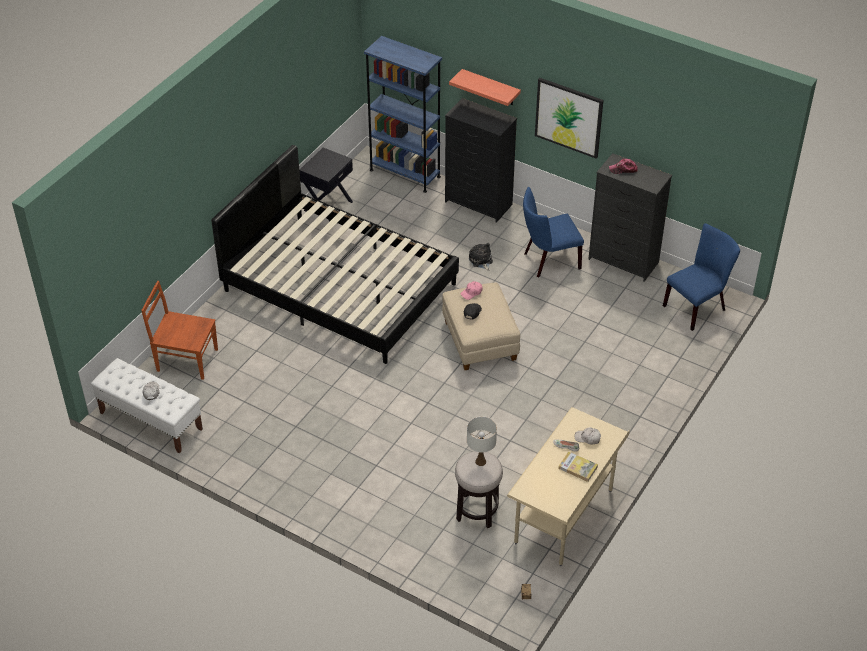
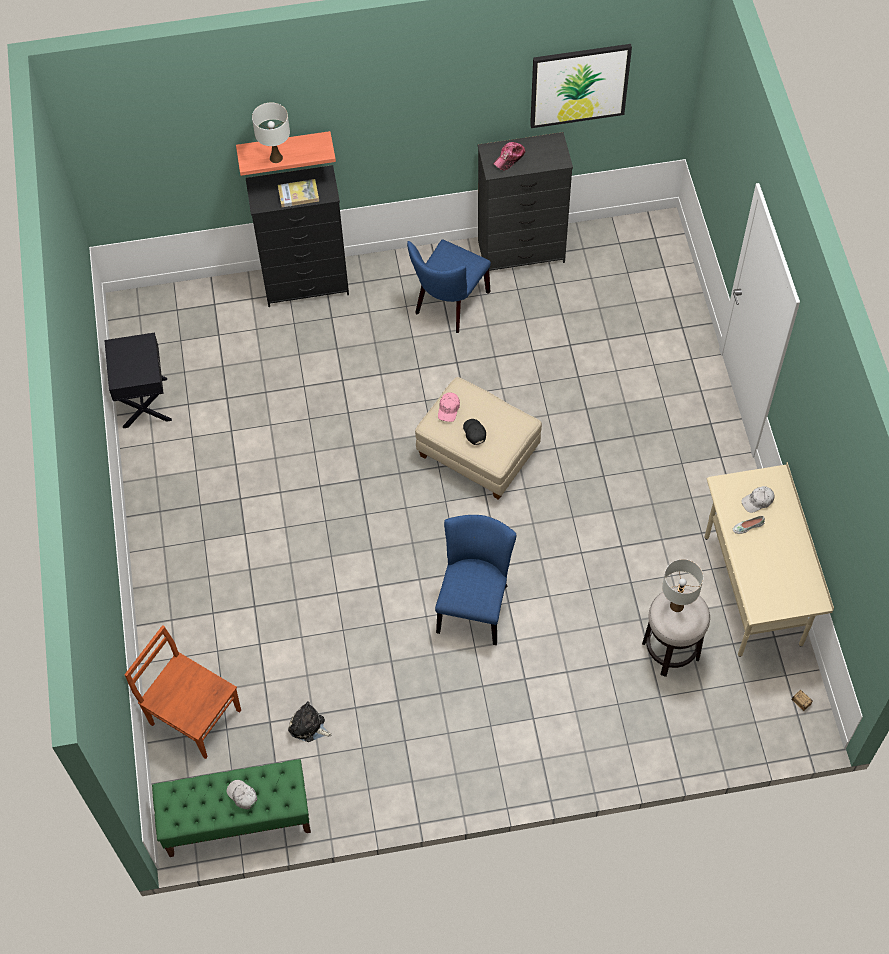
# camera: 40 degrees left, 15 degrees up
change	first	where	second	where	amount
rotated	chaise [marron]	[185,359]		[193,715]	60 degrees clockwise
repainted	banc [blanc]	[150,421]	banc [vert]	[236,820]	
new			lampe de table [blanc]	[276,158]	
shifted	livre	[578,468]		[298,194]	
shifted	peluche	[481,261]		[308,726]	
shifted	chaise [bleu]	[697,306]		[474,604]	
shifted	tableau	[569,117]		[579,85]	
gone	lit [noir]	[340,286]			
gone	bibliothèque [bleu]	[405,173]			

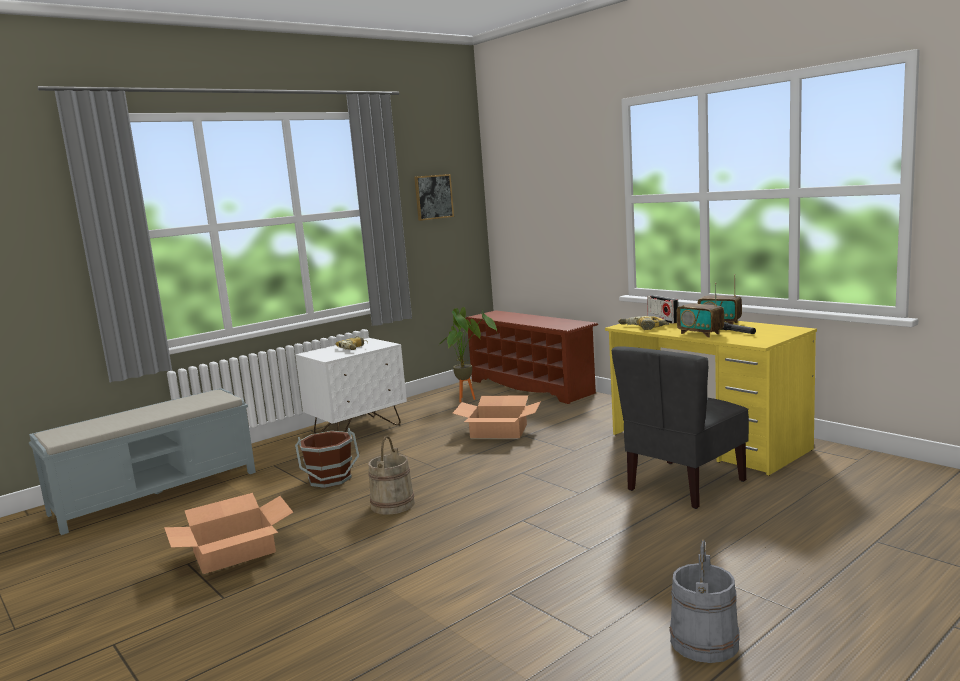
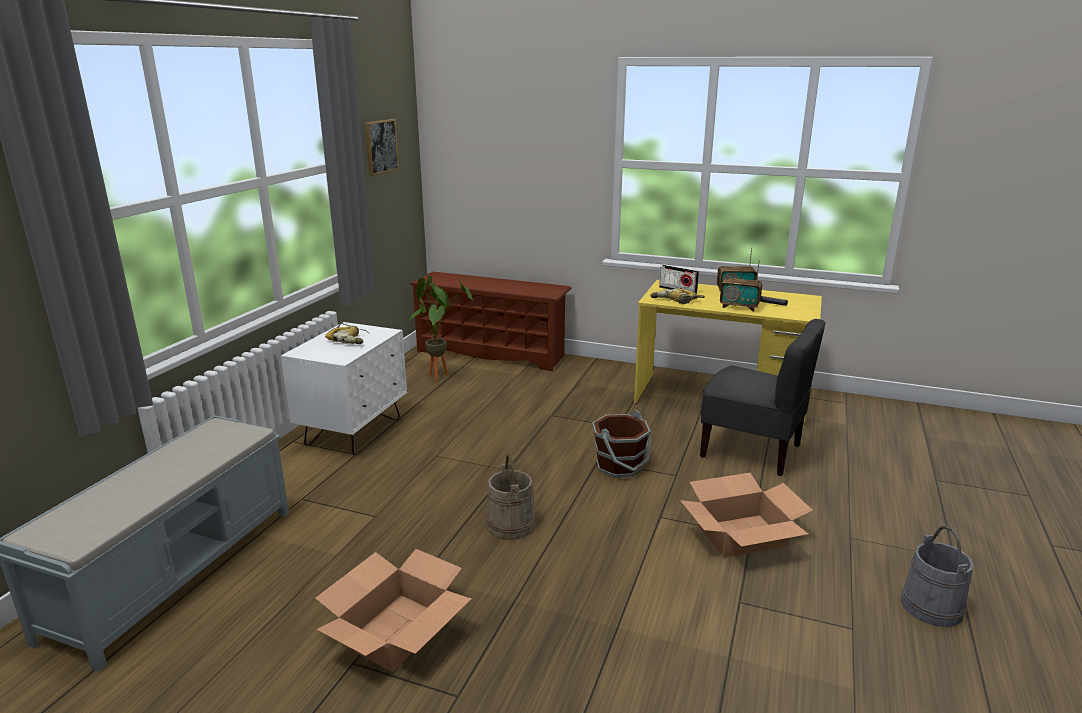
# camera: 30 degrees left, 10 degrees up
change	first	where	second	where	amount
shifted	seau [marron]	[330,479]		[620,466]	
shifted	carton	[499,431]		[742,535]	
rotated	chaise [gris]	[684,485]		[751,450]	75 degrees counterclockwise

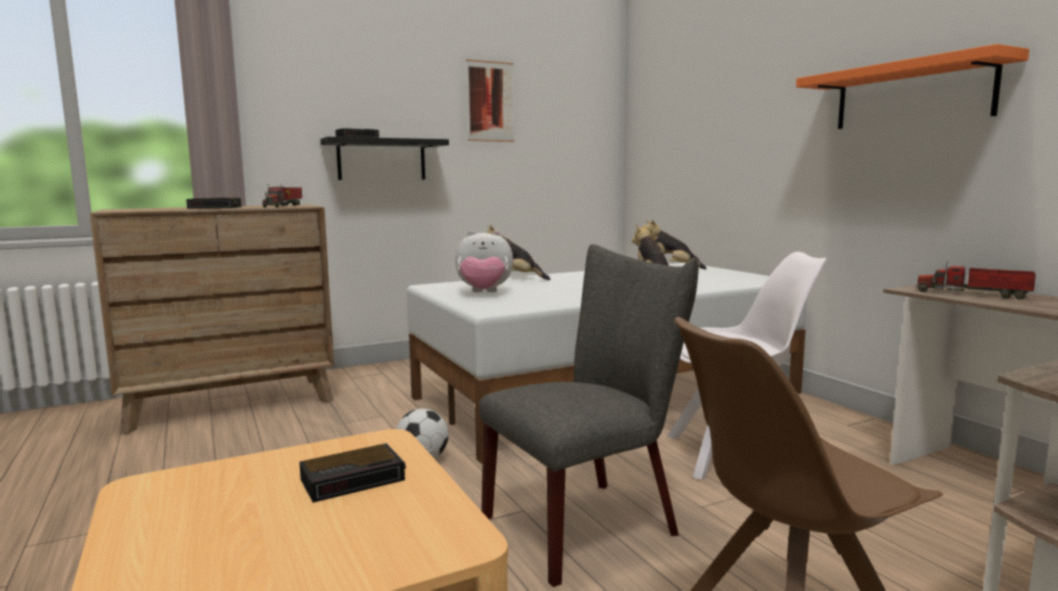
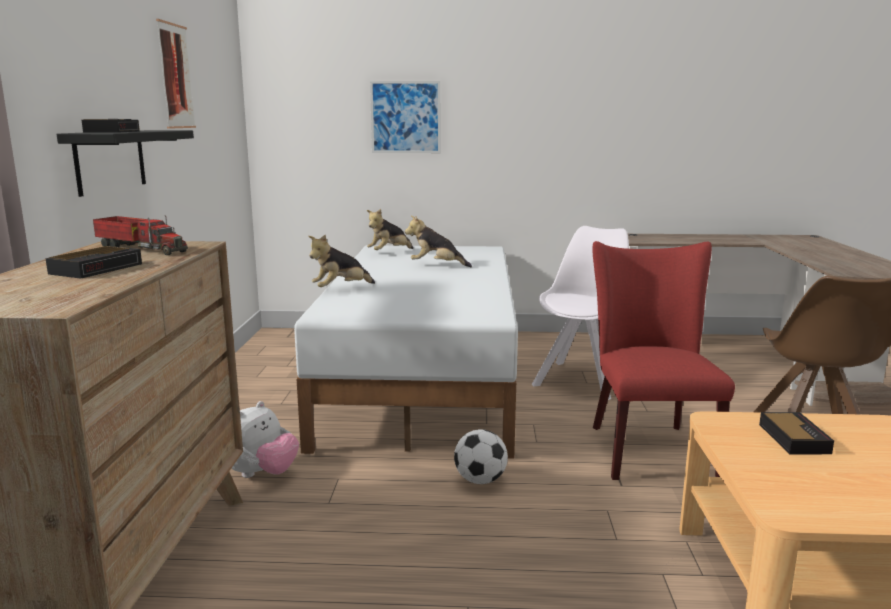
# camera: 60 degrees left, 5 degrees up
change	first	where	second	where	amount
shifted	peluche	[484,293]		[261,474]	
new			tableau	[405,117]	
repainted	chaise [gris]	[590,523]	chaise [rouge]	[647,447]	
gone	étagère [orange]	[911,95]			
gone	camion jouet	[975,294]			

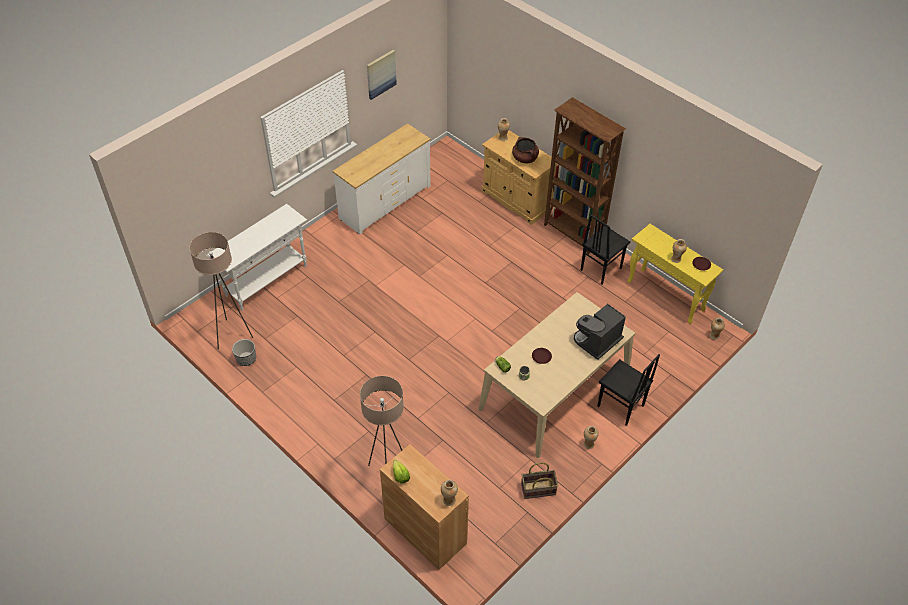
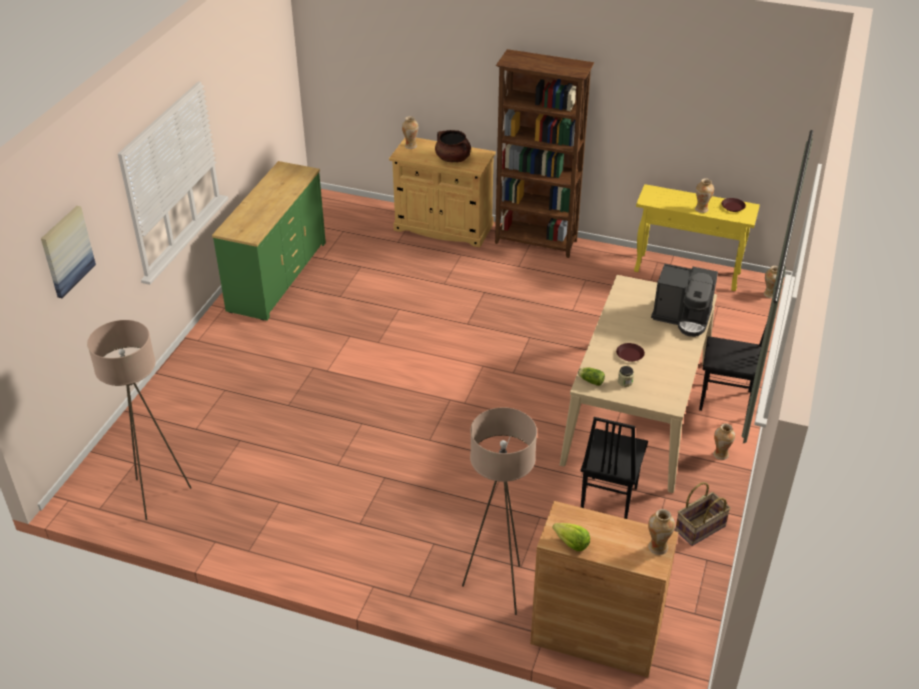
# camera: 25 degrees left, 10 degrees down
change	first	where	second	where	amount
shifted	tableau	[381,74]		[67,251]	
repainted	commode [blanc]	[385,202]	commode [vert]	[277,276]	
shifted	chaise [noir]	[600,269]		[607,500]	
rotated	machine à café	[597,342]		[682,317]	90 degrees counterclockwise
gone	table console [blanc]	[267,281]			
gone	cache-pot	[246,359]			

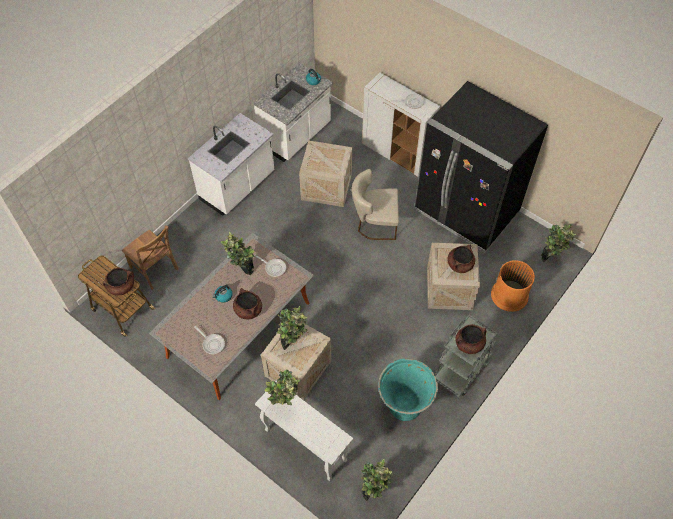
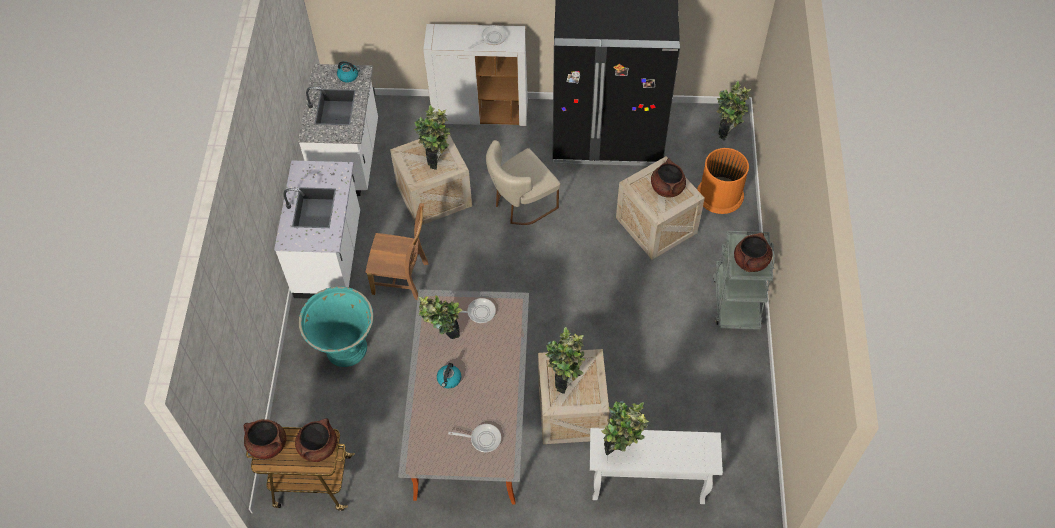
# camera: 35 degrees left, 0 degrees up
change	first	where	second	where	amount
shifted	marmite [marron]	[248,310]		[267,445]	
shifted	cache-pot [turquoise]	[404,405]		[345,349]	
shifted	chaise [marron]	[155,269]		[403,279]	
shifted	plante en pot	[374,490]		[436,158]	

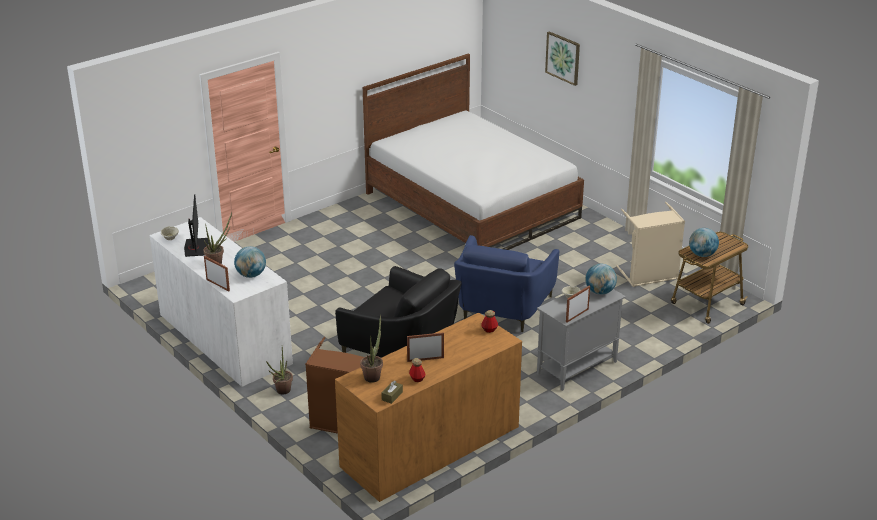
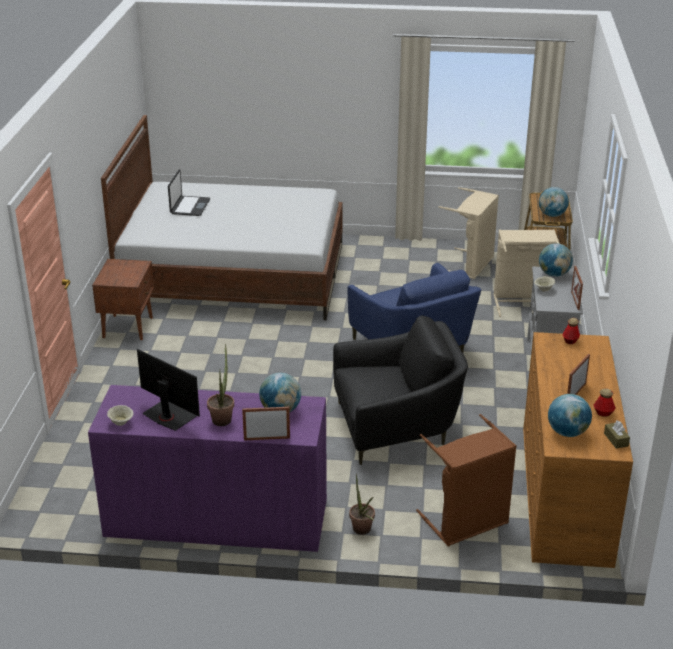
# camera: 45 degrees left, 0 degrees up
change	first	where	second	where	amount
repainted	commode [blanc]	[224,338]	commode [violet]	[216,517]	
new			table de chevet [marron]	[128,327]	
new			ordinateur portable	[189,207]	
new			panier à linge [beige]	[522,302]	
swapped	plante en pot	[373,375]	globe	[567,432]	
gone	tableau	[563,58]			

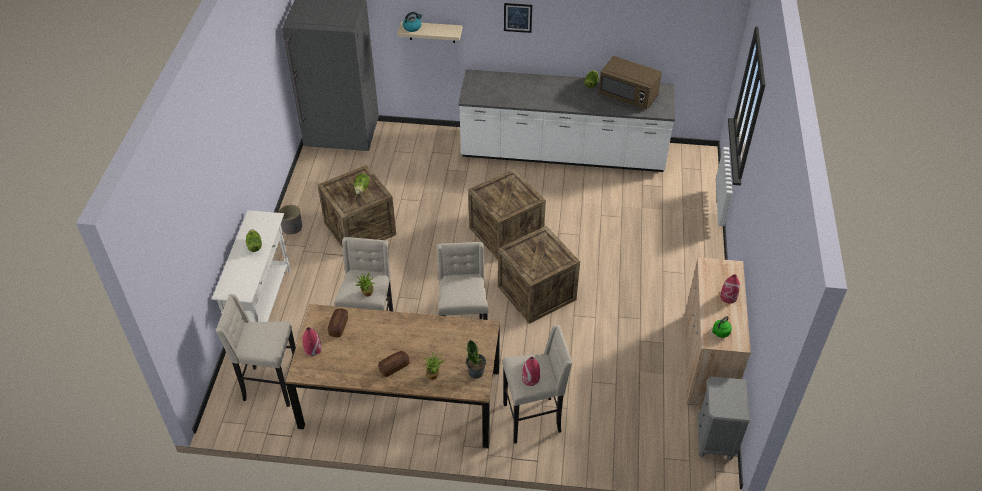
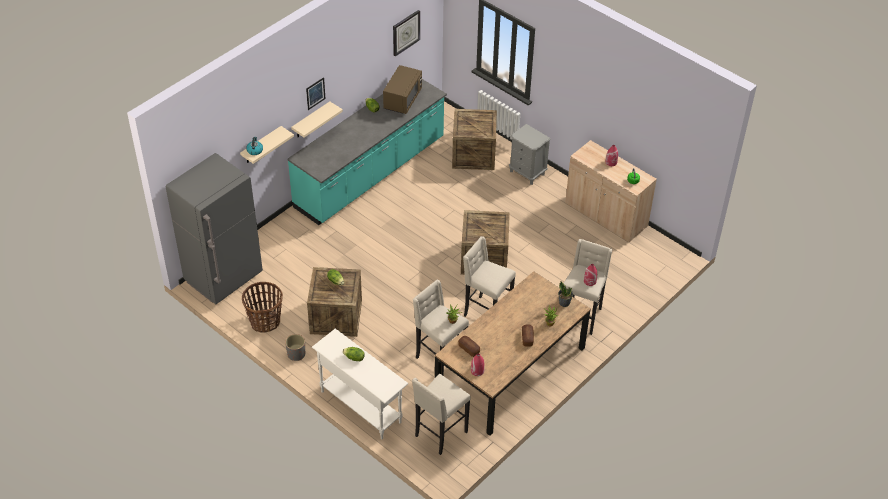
# camera: 55 degrees left, 0 degrees up
change	first	where	second	where	amount
new			panier	[265,321]	
repainted	comptoir de cuisine [blanc]	[563,153]	comptoir de cuisine [turquoise]	[370,173]	
new			étagère [beige]	[311,120]	
rotated	micro-ondes [marron]	[628,96]		[402,99]	45 degrees counterclockwise
new			horloge murale	[405,32]	
shifted	caisse	[506,233]		[473,155]	
shifted	table de chevet [gris]	[715,439]		[527,172]	

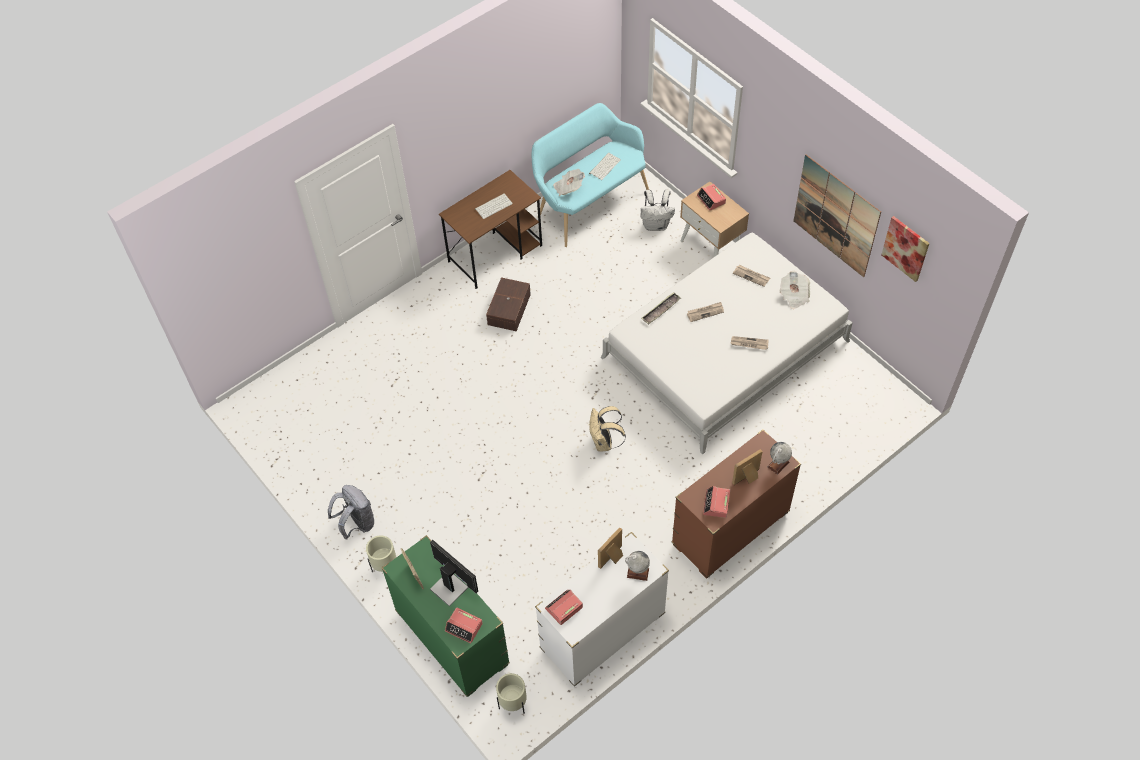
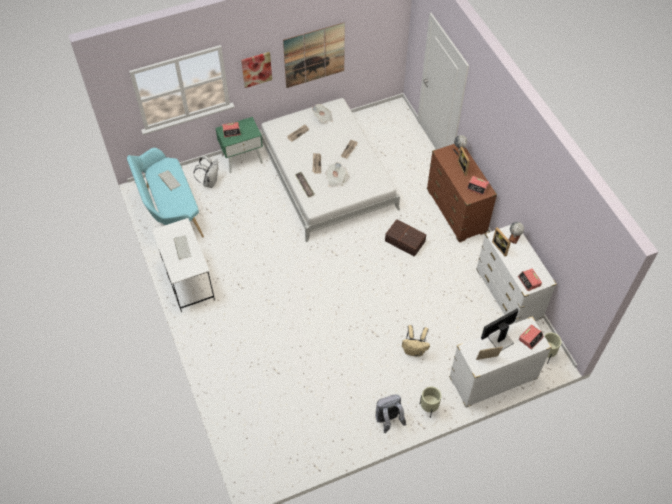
# camera: 75 degrees left, 0 degrees up
change	first	where	second	where	amount
repainted	bureau [marron]	[496,253]	bureau [blanc]	[188,280]	
repainted	table de chevet [beige]	[711,246]	table de chevet [vert]	[242,158]	
shifted	tableau	[905,248]		[256,69]	
shifted	journal	[568,188]		[335,179]	
shifted	boîte de rangement [marron]	[508,309]		[405,242]	
shifted	sac à dos [beige]	[604,442]		[414,350]	
repainted	commode [vert]	[452,638]	commode [blanc]	[492,379]	

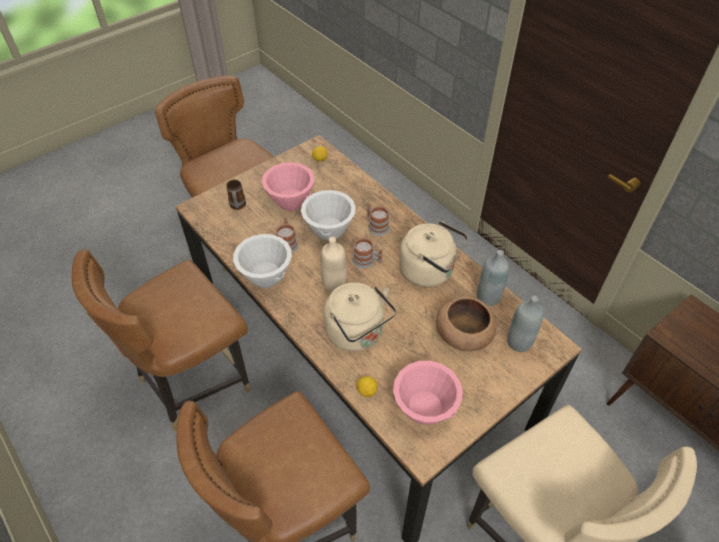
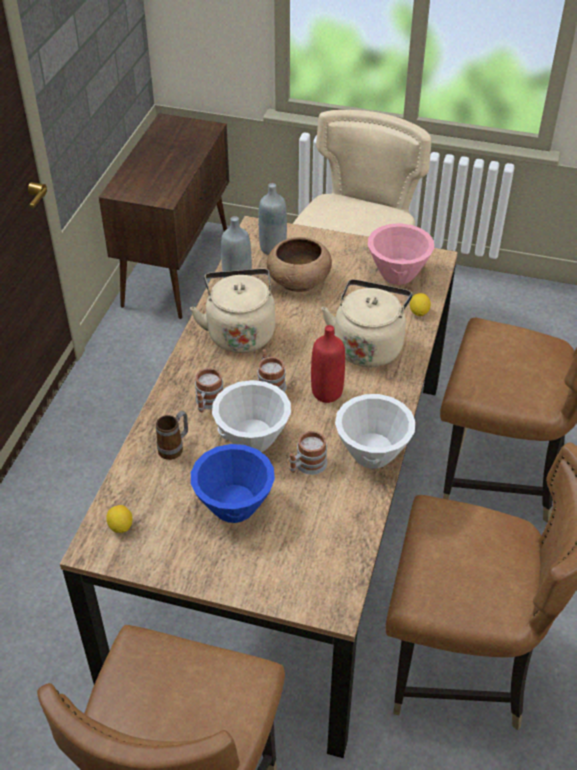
# camera: 125 degrees left, 5 degrees down
change	first	where	second	where	amount
shifted	mug	[237,207]		[175,448]	
repainted	bol [rose]	[290,202]	bol [bleu]	[235,506]	
repainted	bouteille [beige]	[334,284]	bouteille [rouge]	[327,392]	

